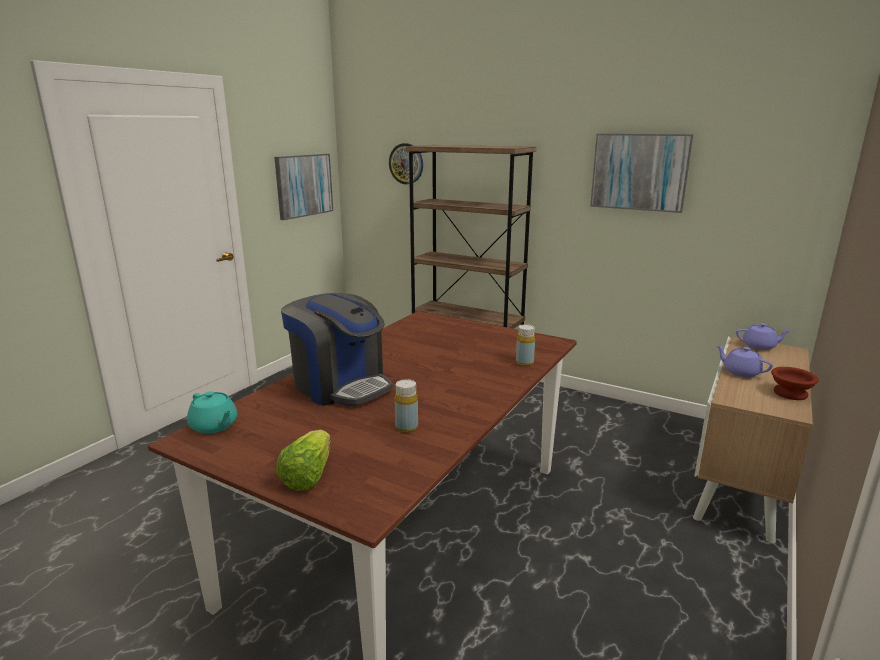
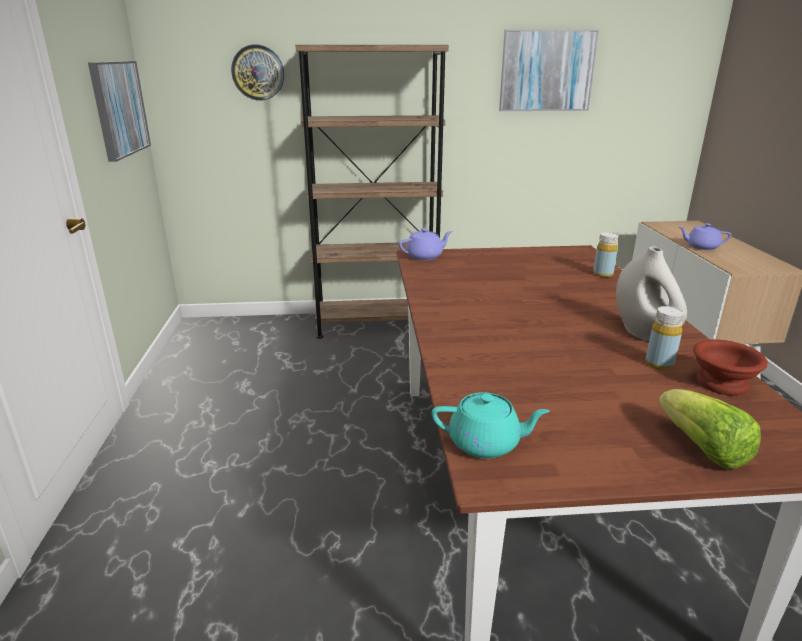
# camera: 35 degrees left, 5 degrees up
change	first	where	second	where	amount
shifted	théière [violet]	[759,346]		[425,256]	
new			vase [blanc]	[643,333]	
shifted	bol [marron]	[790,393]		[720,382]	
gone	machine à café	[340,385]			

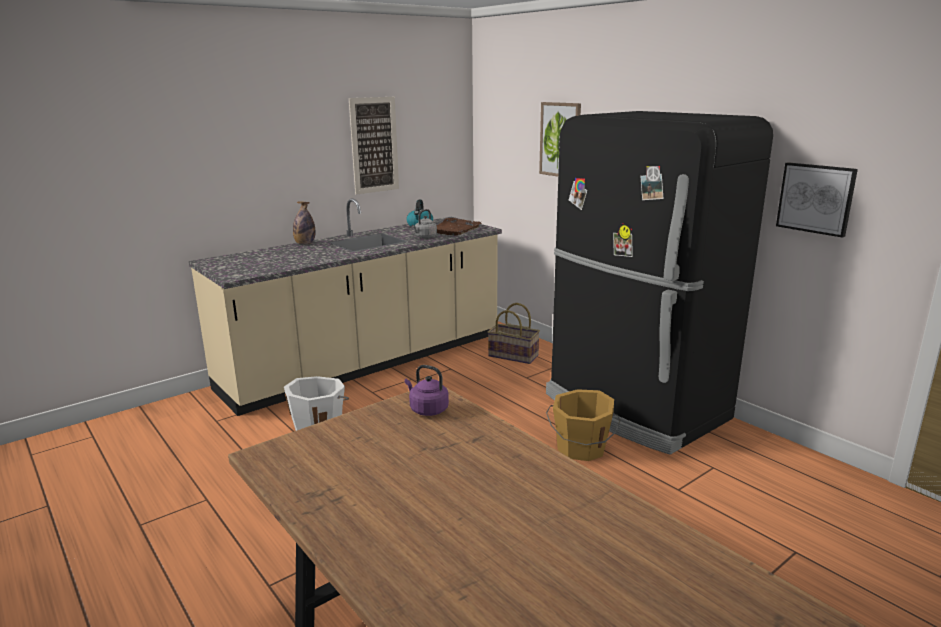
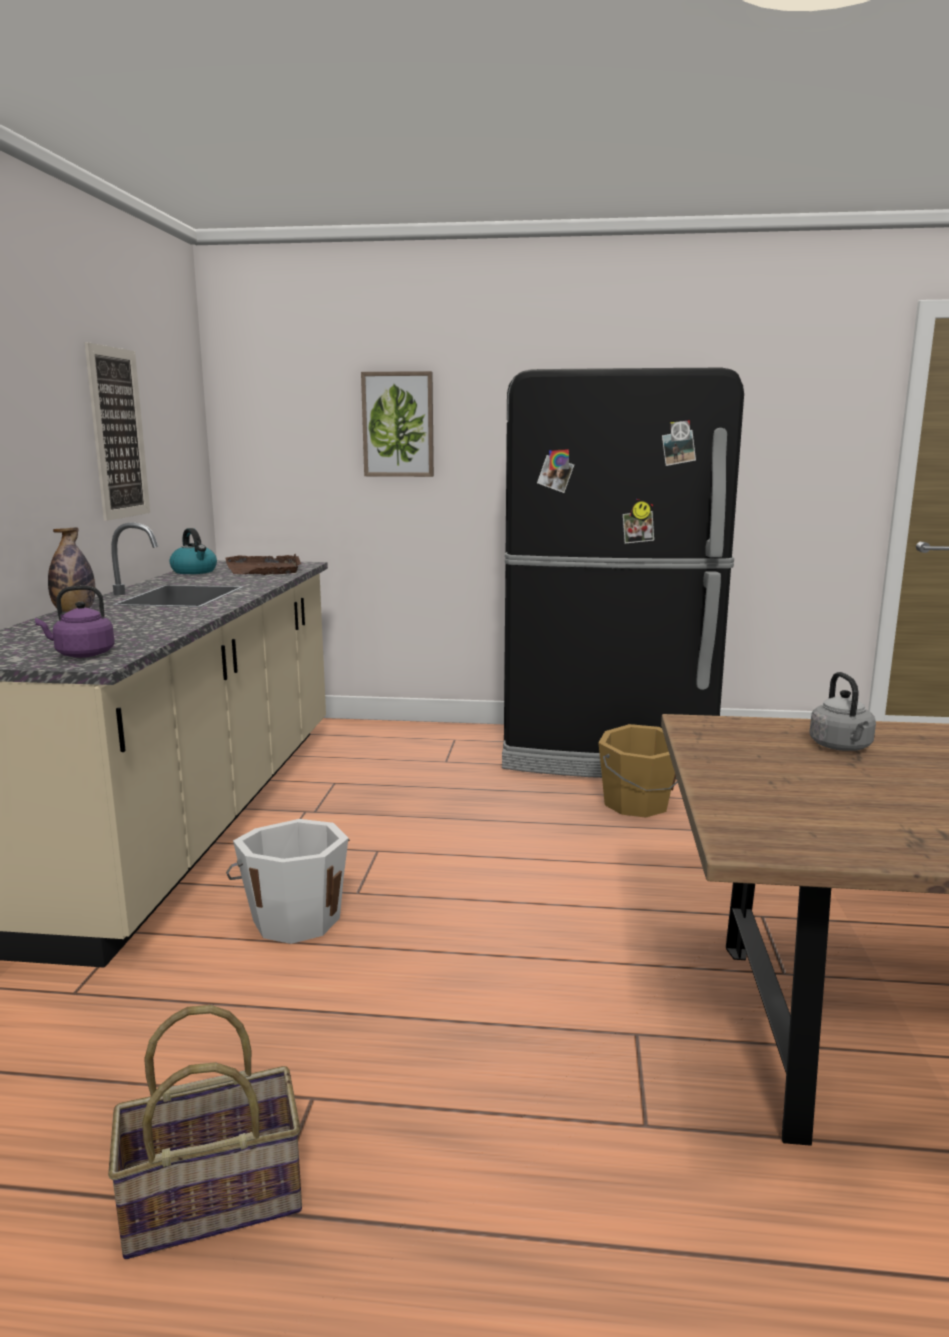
# camera: 45 degrees left, 5 degrees down
change	first	where	second	where	amount
shifted	bouilloire [violet]	[427,409]		[82,654]	
shifted	panier	[514,355]		[214,1197]	
shifted	bouilloire [gris]	[425,237]		[841,747]	
gone	tableau	[816,198]			

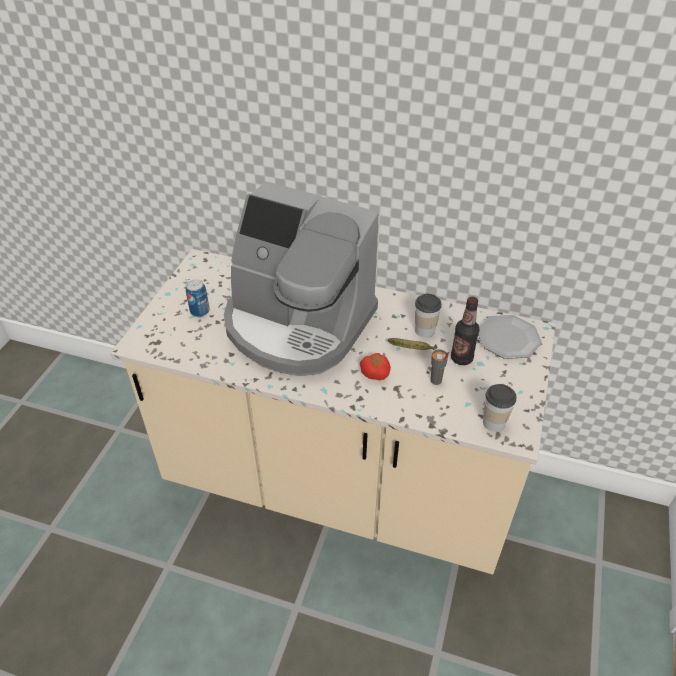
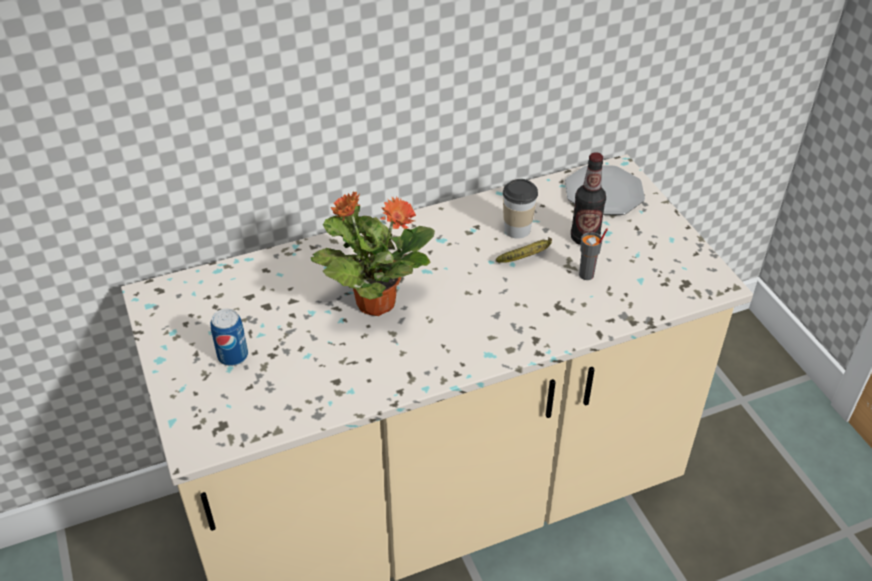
# camera: 40 degrees left, 0 degrees up
change	first	where	second	where	amount
swapped	machine à café	[297,324]	plante en pot	[374,302]	
gone	tomate	[375,373]			
gone	tasse	[494,422]			

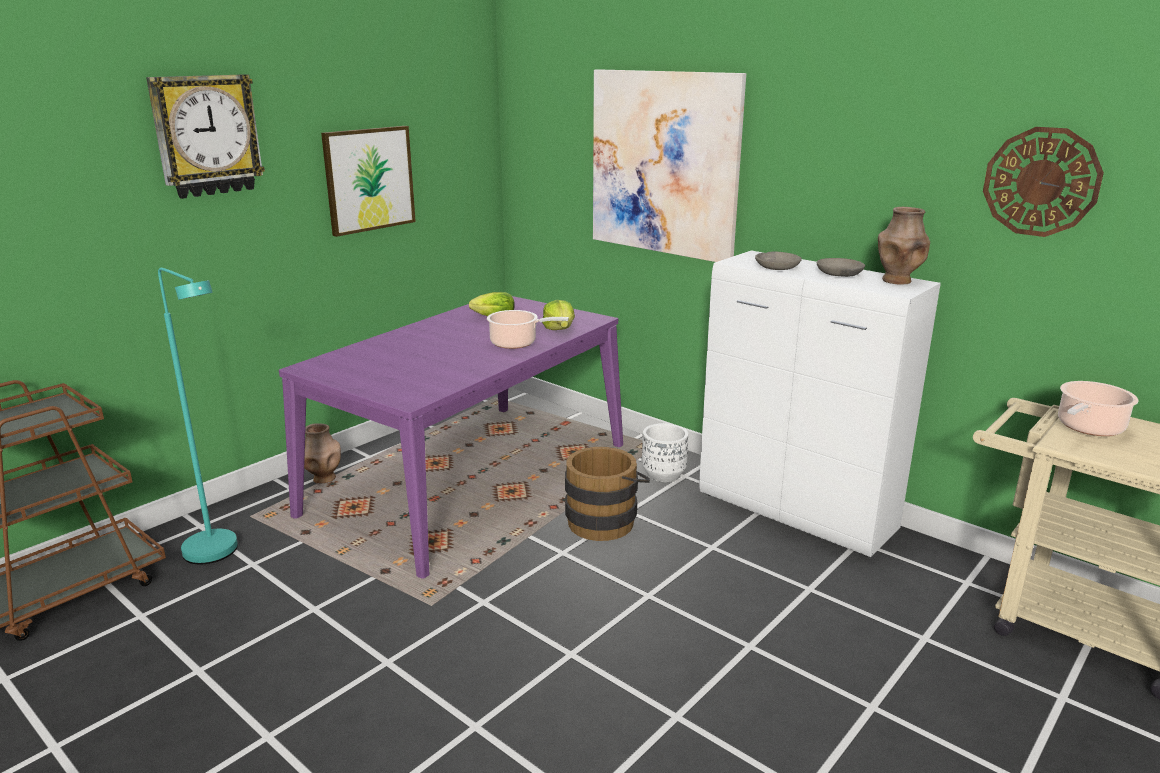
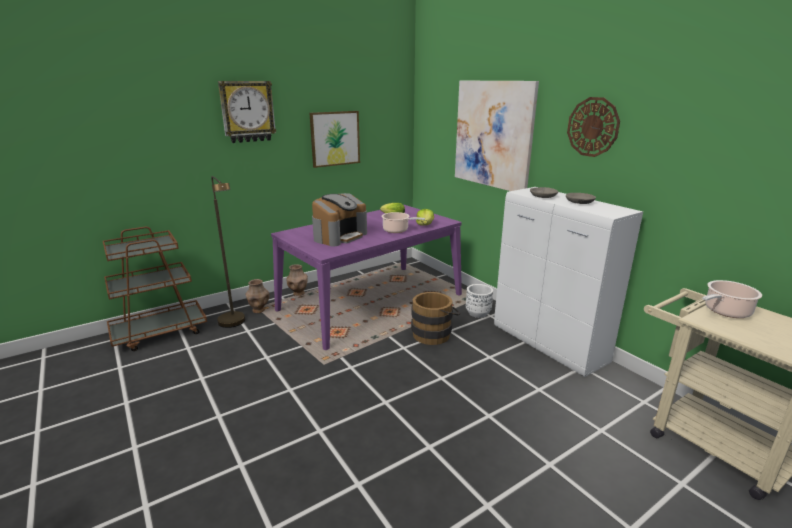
# camera: 15 degrees right, 0 degrees up
change	first	where	second	where	amount
repainted	lampadaire [turquoise]	[219,555]	lampadaire [marron]	[234,324]	
shifted	vase [marron]	[897,281]		[259,310]	
new			machine à café	[339,236]	
shifted	horloge murale	[1041,182]		[593,127]	

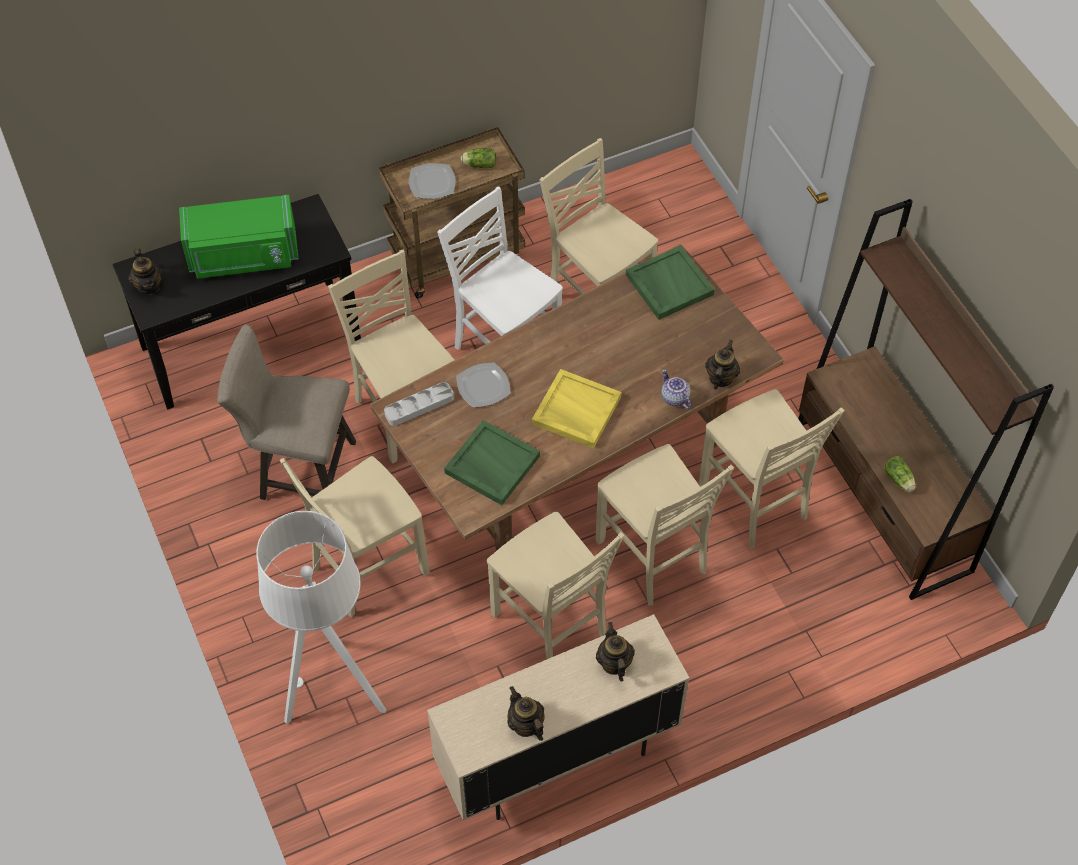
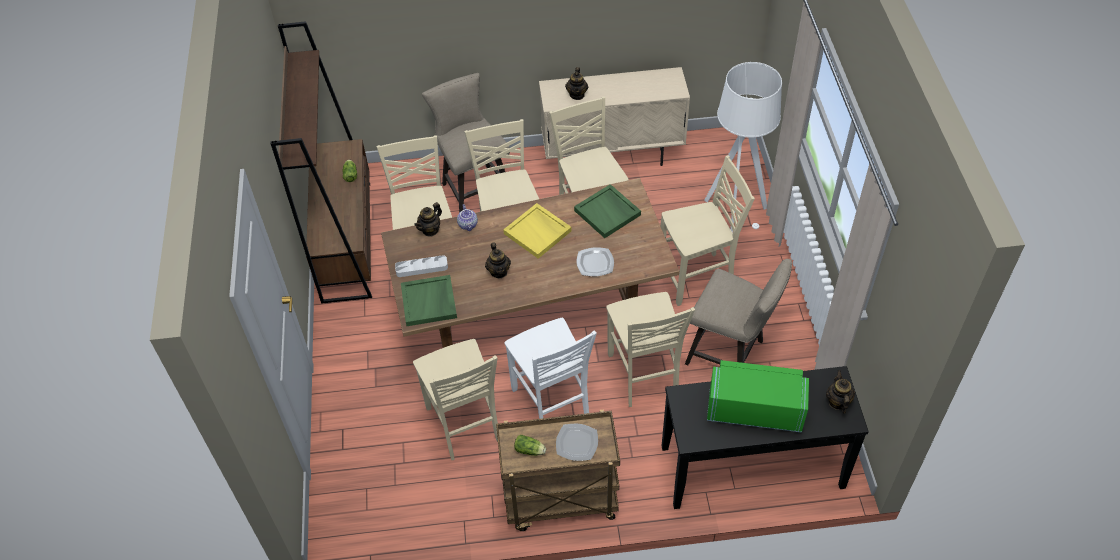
# camera: 160 degrees left, 5 degrees down
change	first	where	second	where	amount
shifted	plateau [gris]	[419,406]		[422,268]	
new			tabouret [beige]	[474,187]	
shifted	théière	[526,725]		[499,271]	

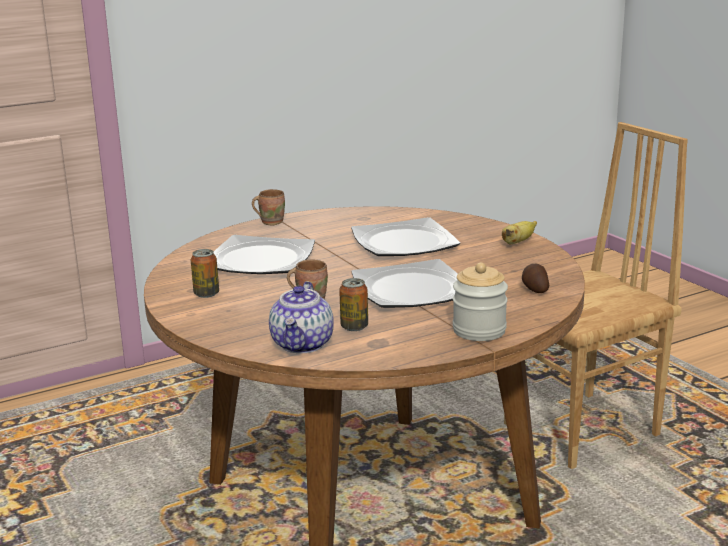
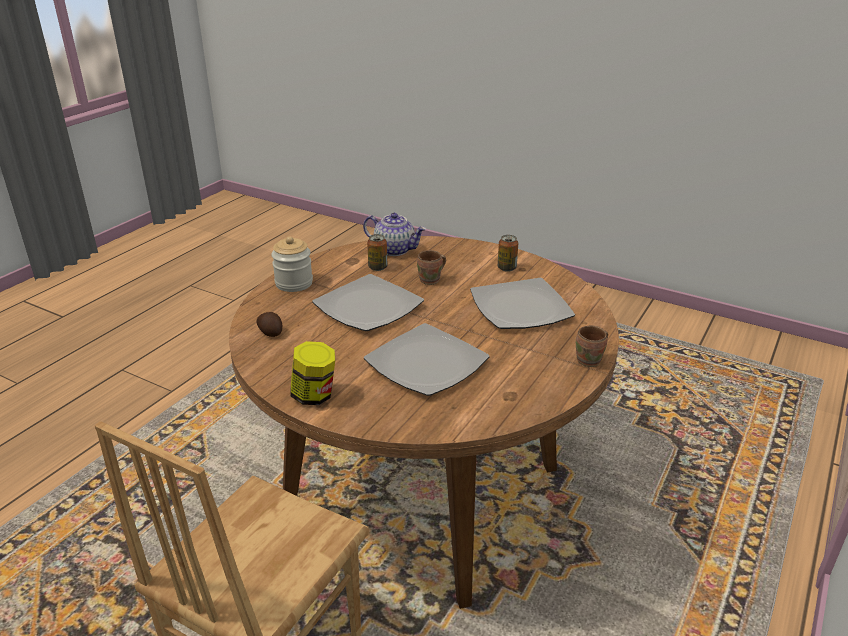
# camera: 150 degrees right, 10 degrees up
change	first	where	second	where	amount
swapped	banane	[517,242]	bocal	[314,396]	
rotated	théière	[303,344]		[395,250]	135 degrees clockwise

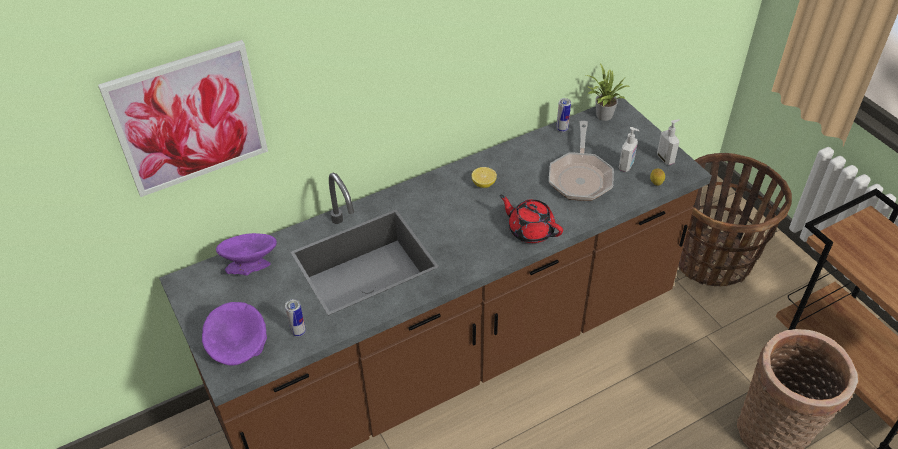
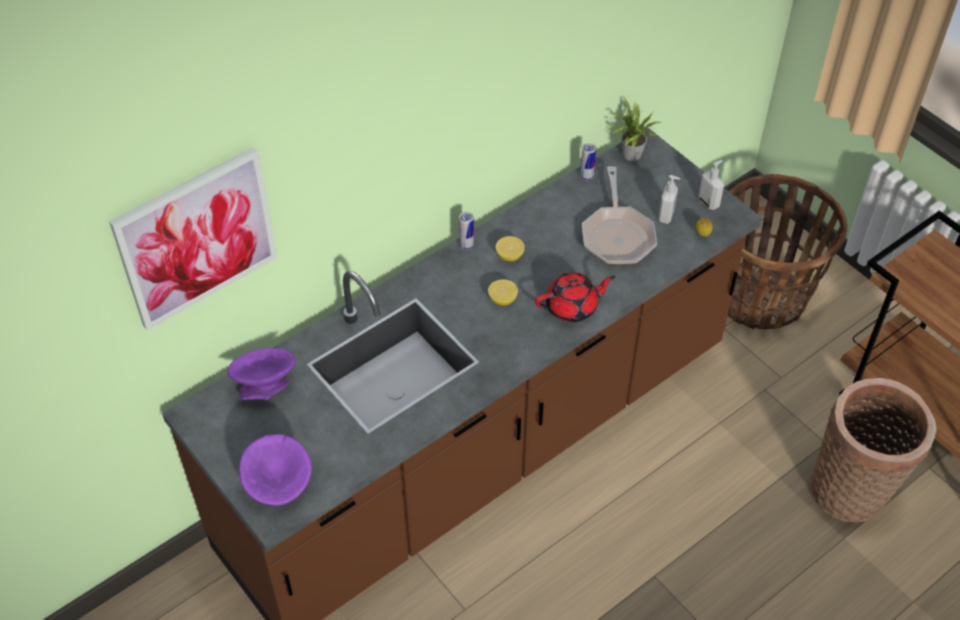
# camera: 10 degrees left, 5 degrees up
change	first	where	second	where	amount
shifted	boîte métallique	[298,331]		[466,245]	
new			citron	[502,299]	
rotated	théière [rouge]	[530,230]		[572,307]	135 degrees clockwise

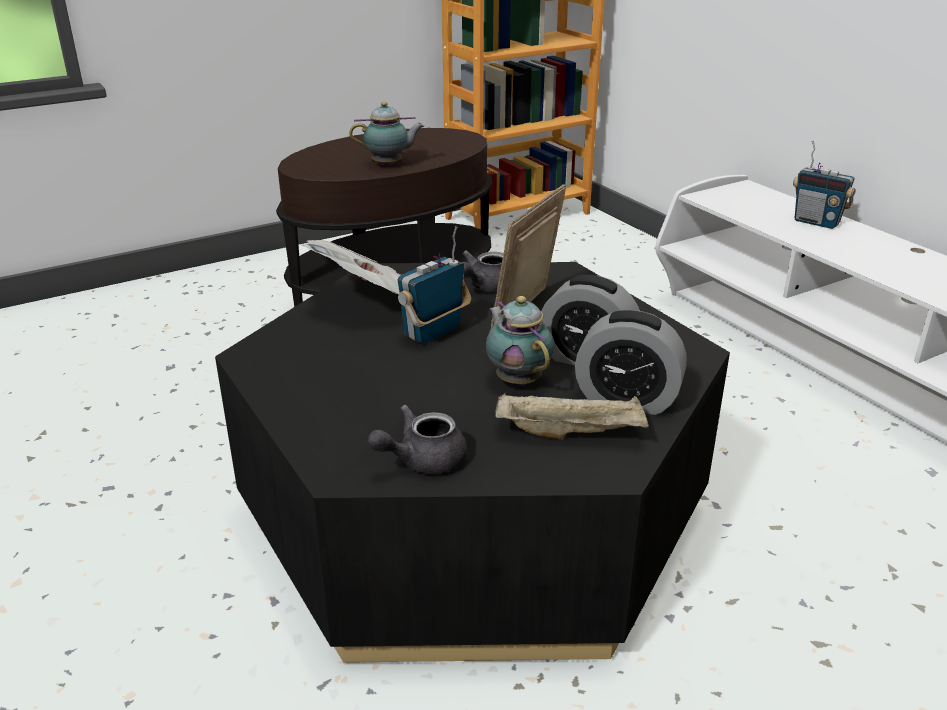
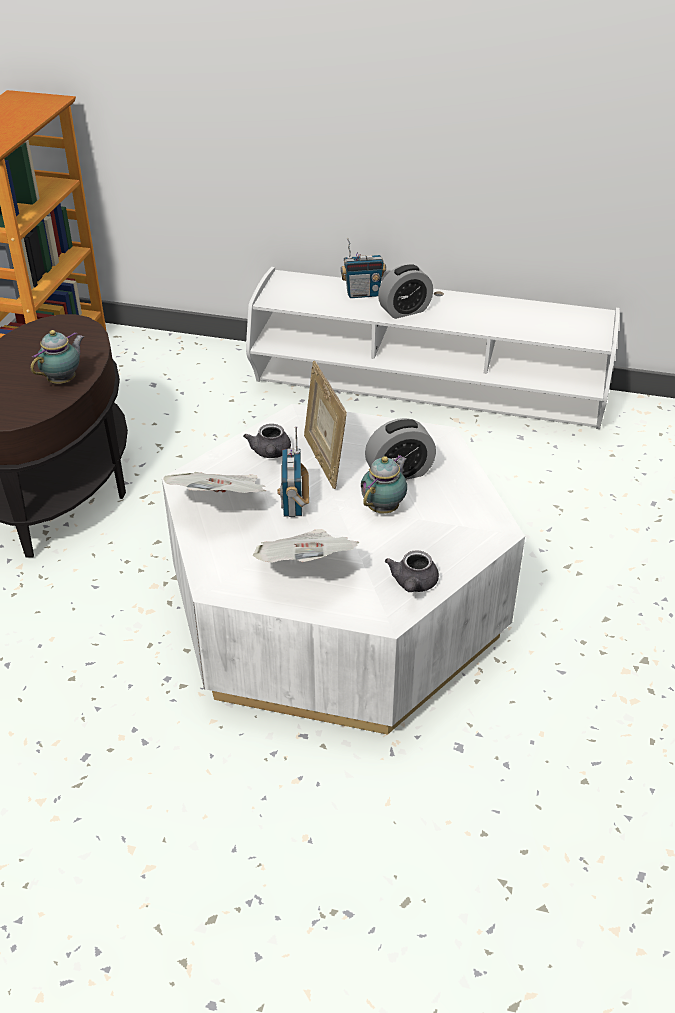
# camera: 45 degrees left, 10 degrees up
change	first	where	second	where	amount
repainted	table basse [noir]	[473,512]	table basse [blanc]	[337,610]	
new			journal	[306,567]	
rotated	théière	[517,379]		[384,508]	105 degrees clockwise
shifted	réveil	[627,399]		[404,311]	
gone	plateau [beige]	[572,433]			

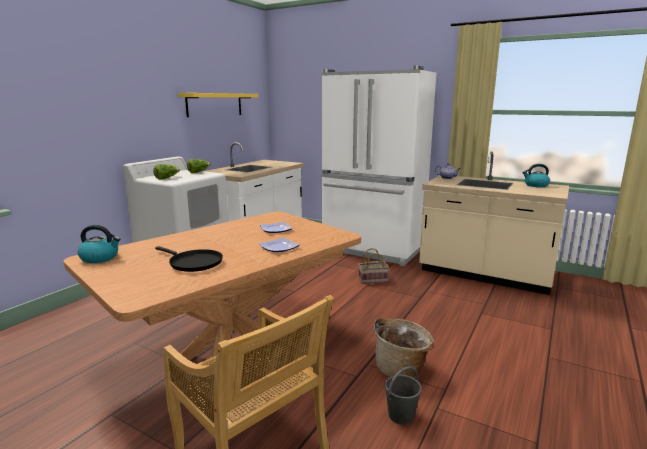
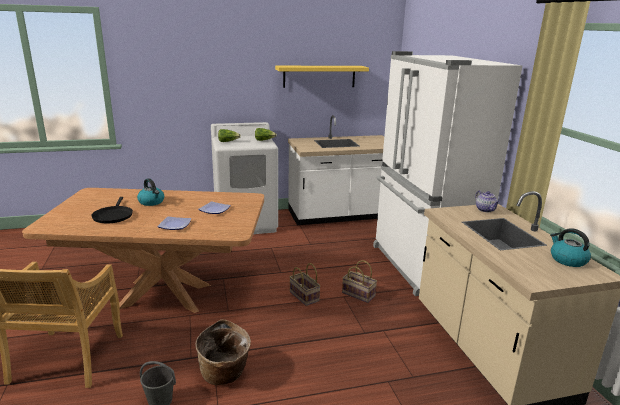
# camera: 45 degrees right, 5 degrees up
change	first	where	second	where	amount
shifted	bouilloire	[100,258]		[152,202]	
new			panier	[303,296]	

